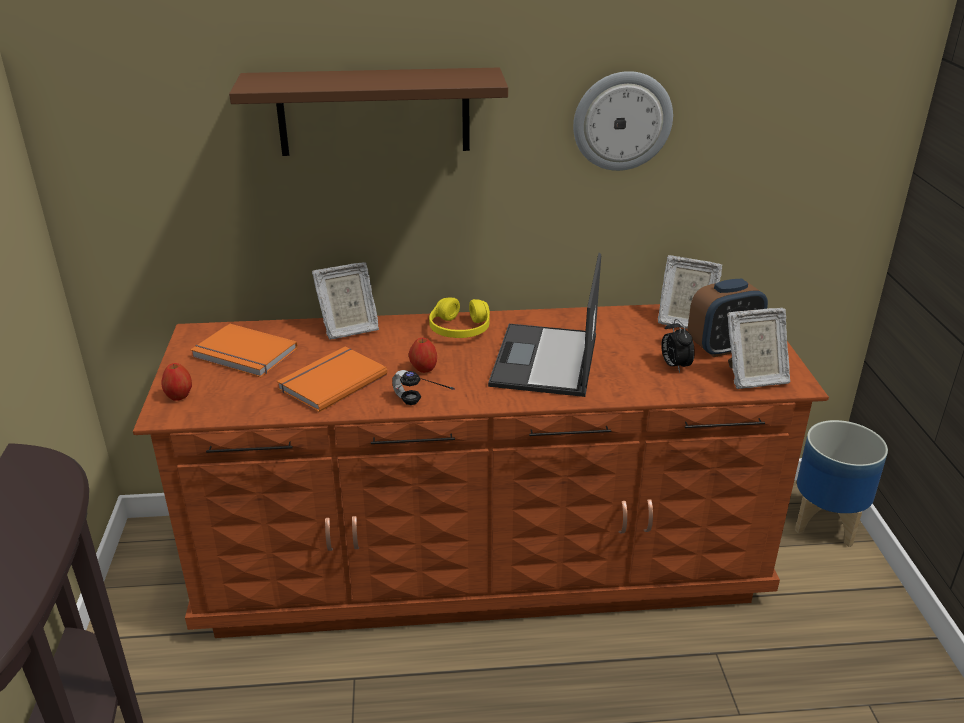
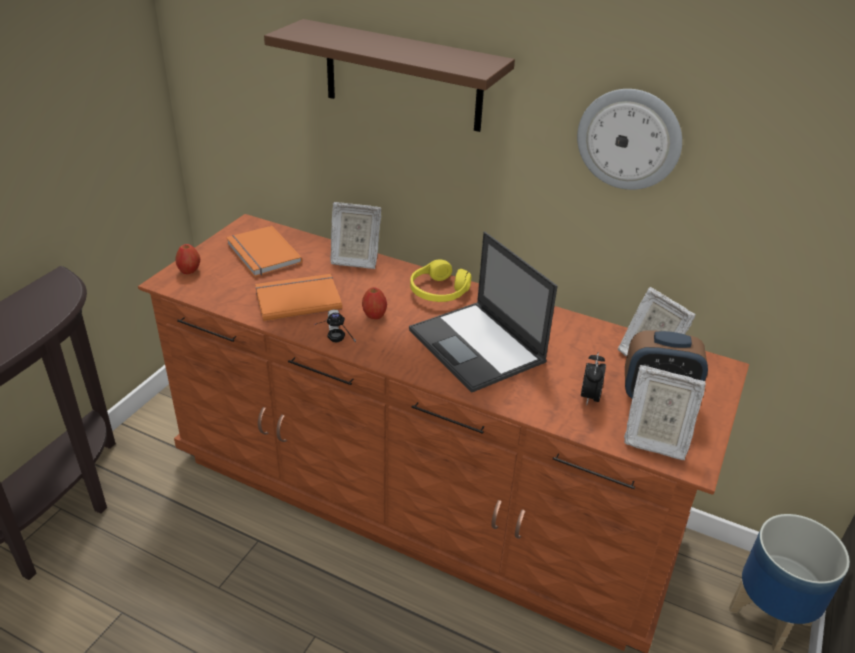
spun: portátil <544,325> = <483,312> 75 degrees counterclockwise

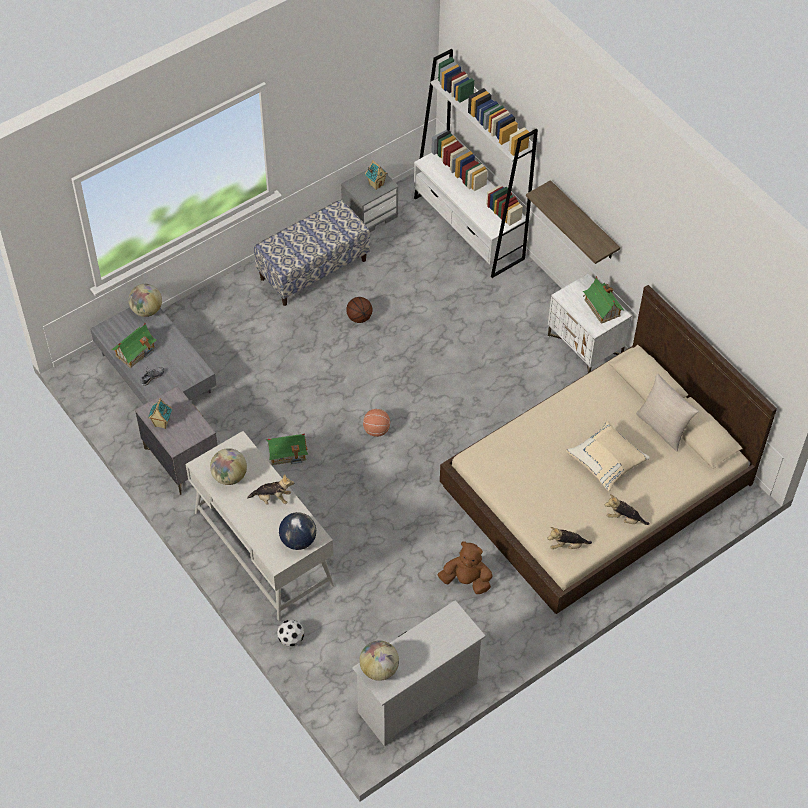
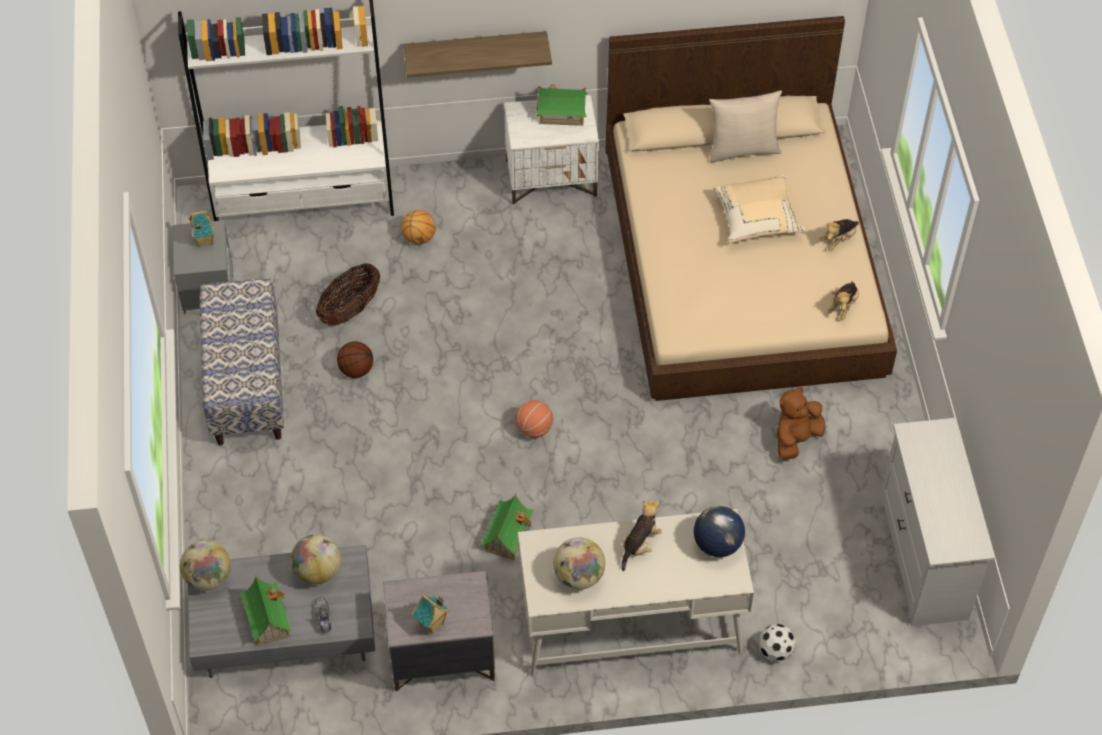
appeared: cesta <348,295>; balón de baloncesto <418,227>
relocated: globo terráqueo <379,660> to <316,559>

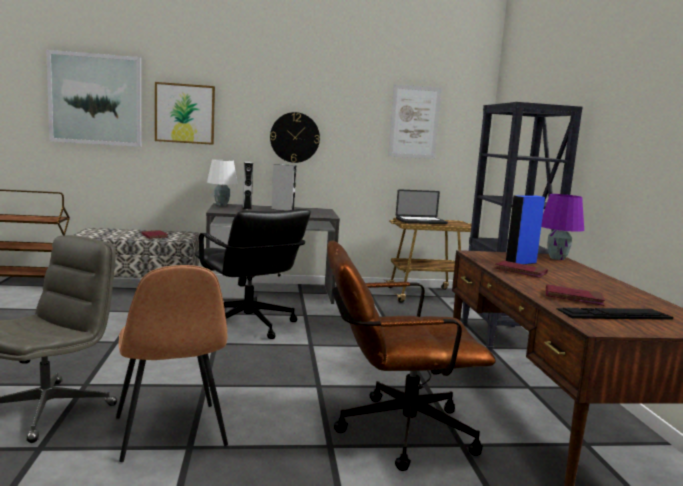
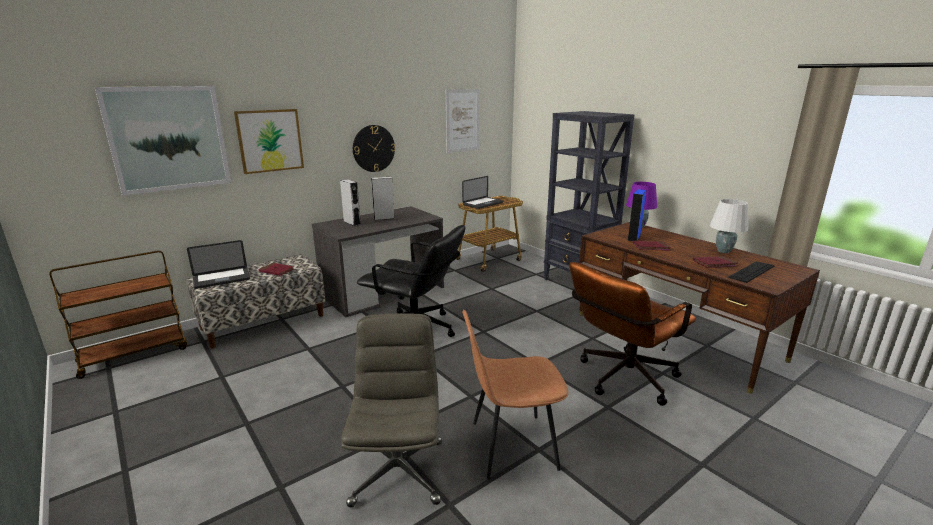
appeared: portátil <218,264>
relocated: lámpara de mesa [blanco] <222,182> to <729,226>
spun: silla [marrón] <172,363> = <515,394> 135 degrees clockwise

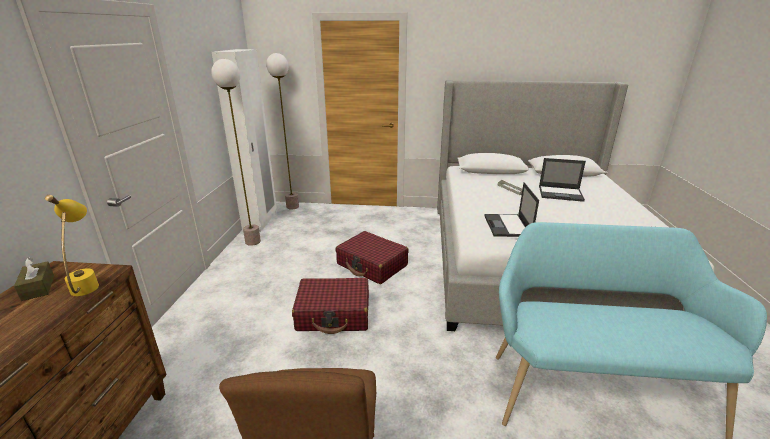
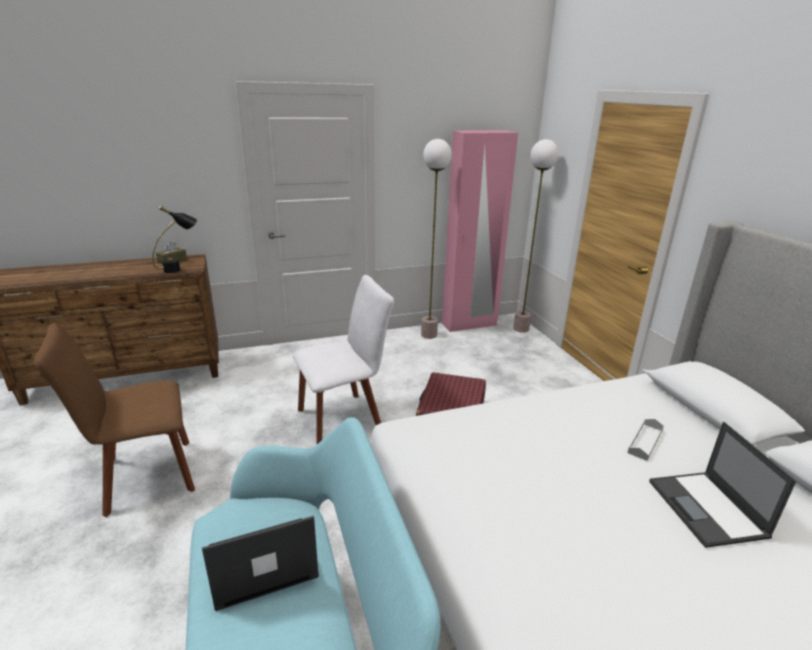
relocated: portátil <511,209> to <260,563>
exchanged: maleta [rojo] <330,306> to silla [blanco] <343,360>
colour: lámpara de mesa [amarillo] <72,245> to lámpara de mesa [negro] <174,239>; armario ropero [blanco] <244,140> to armario ropero [rosa] <480,231>

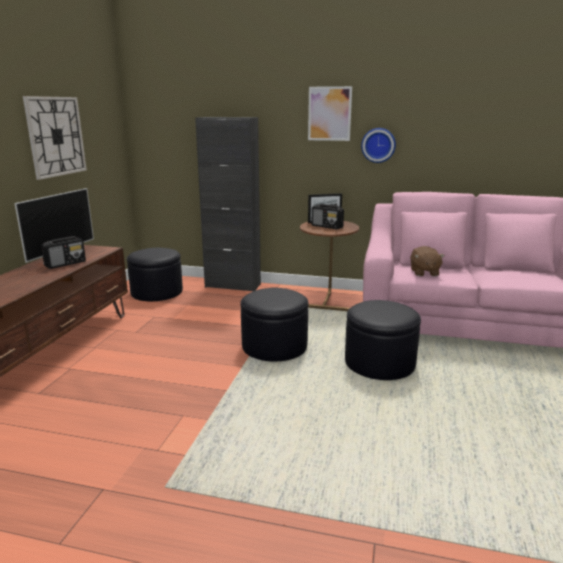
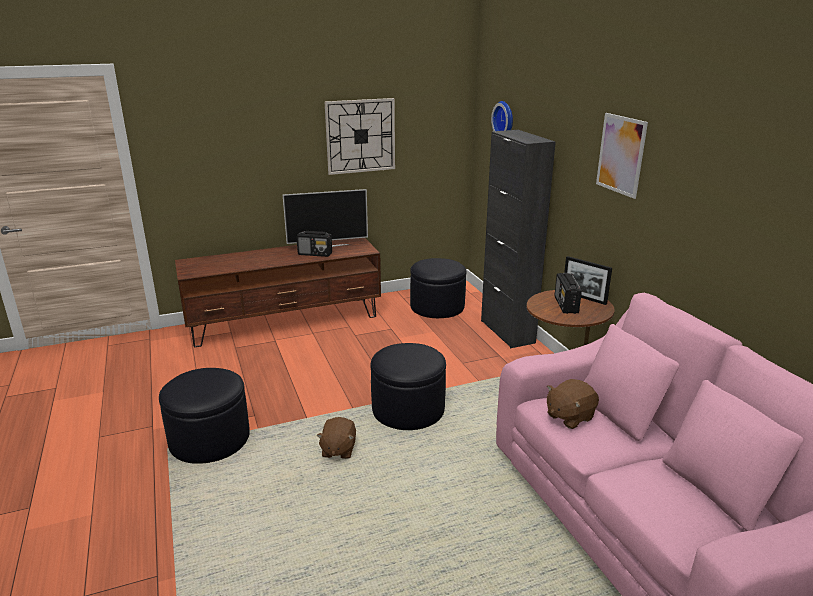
appeared: peluche [marrón] <336,438>
relocated: puf [negro] <383,340> to <204,416>; reloj de pared <378,145> to <502,116>

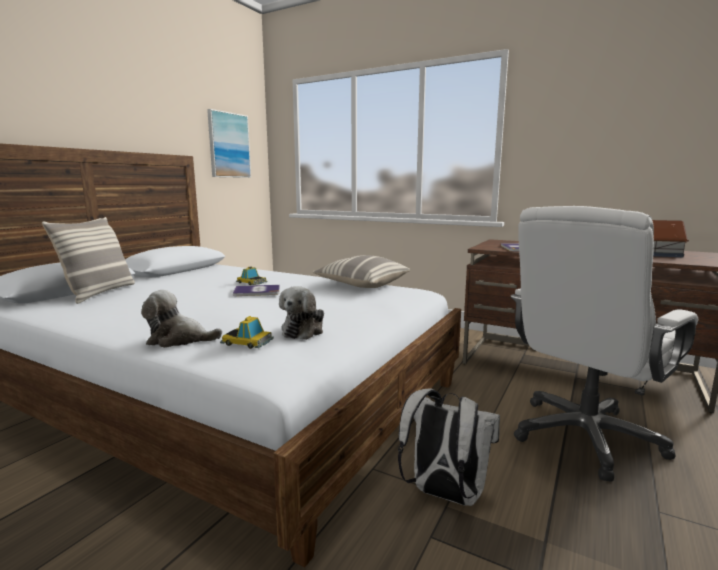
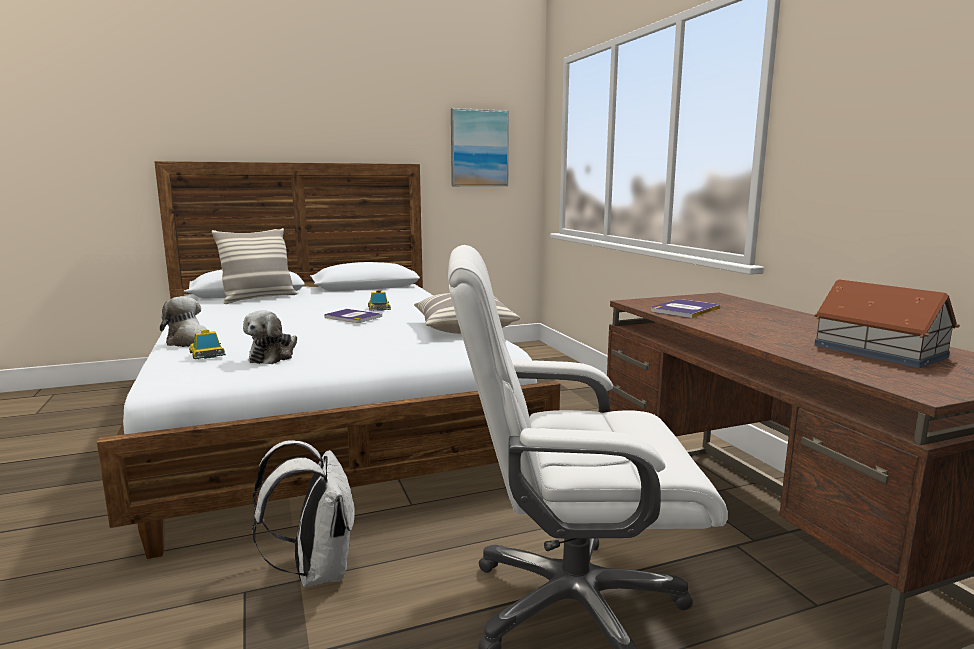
spun: peluche <301,313> = <270,337> 45 degrees counterclockwise

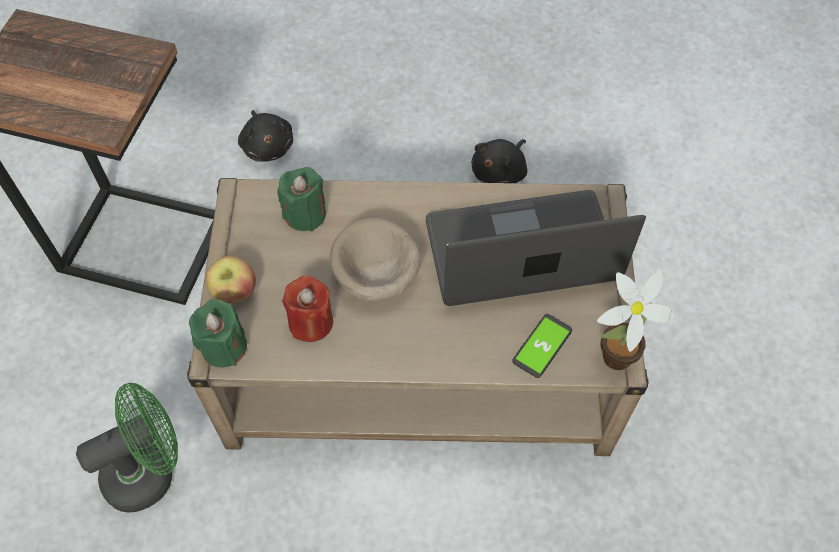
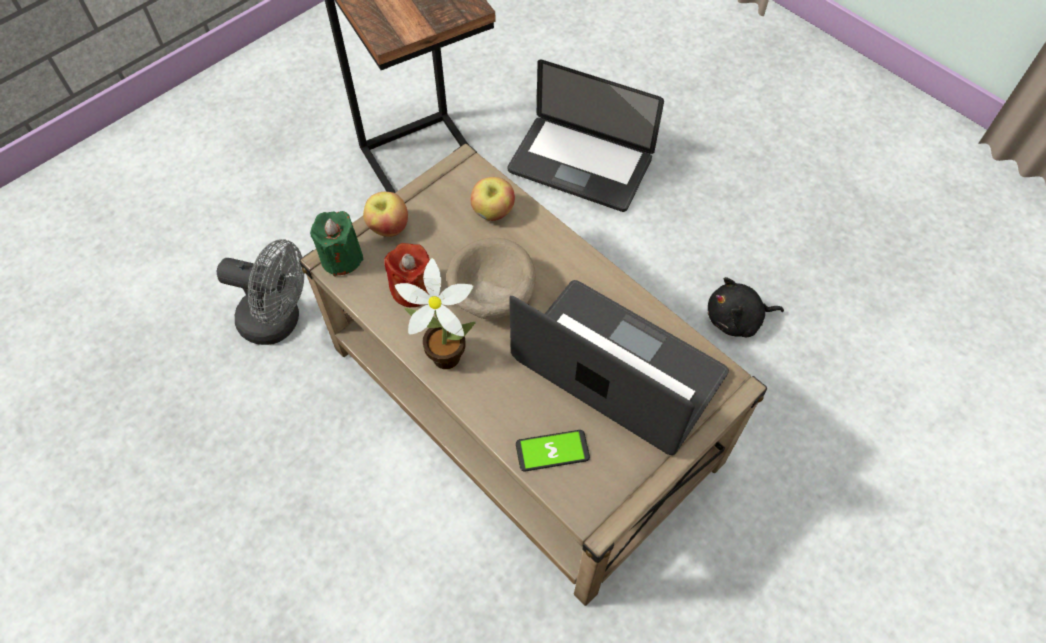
relocated: planta en maceta <636,319> to <435,313>
exchanged: vela [verde] <301,199> to manzana <493,199>; peluche [negro] <265,136> to portátil <585,136>
colour: ventilador [verde] <127,448> to ventilador [gris] <260,292>

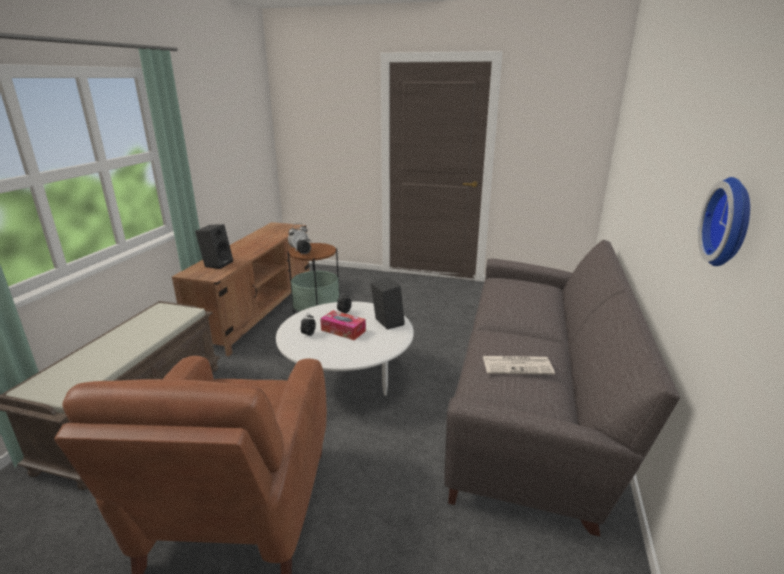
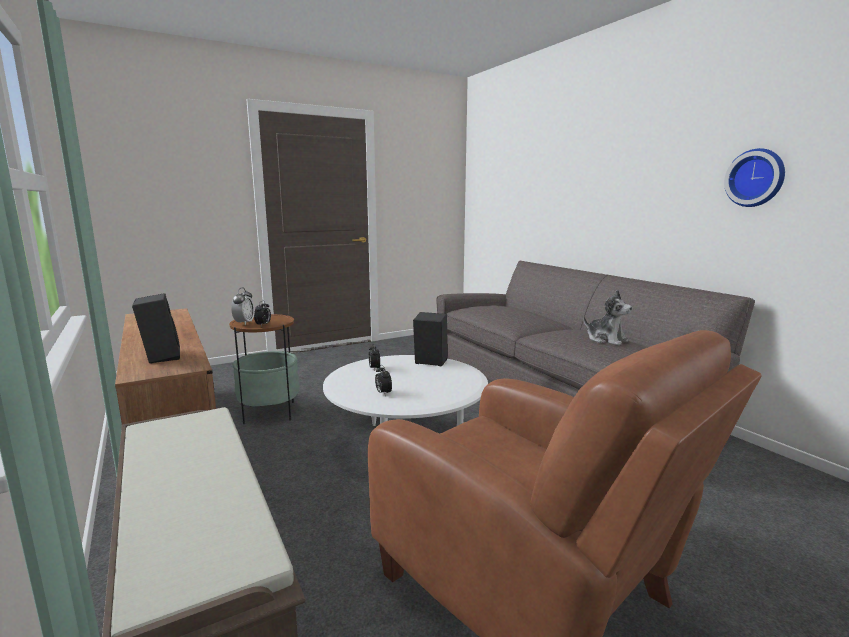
missing: caja de pañuelos <343,325>
exchanged: periódico <519,365> to peluche <607,318>

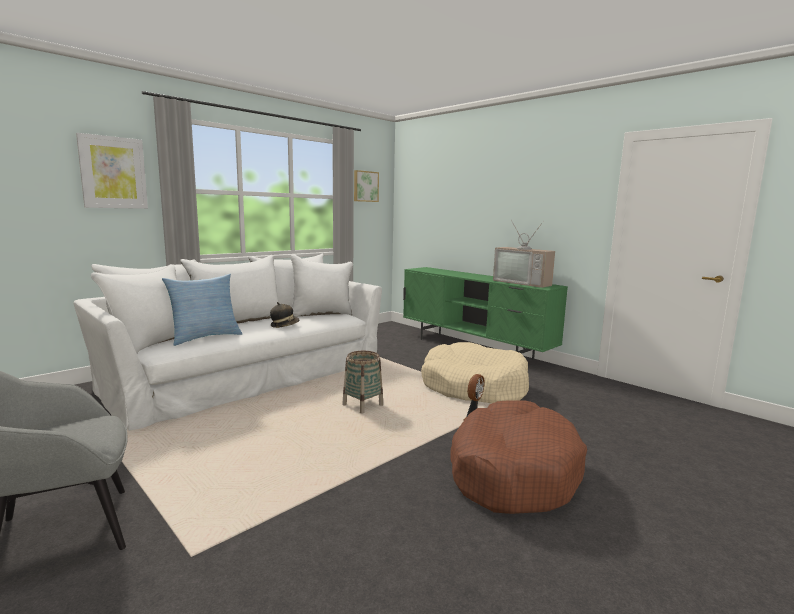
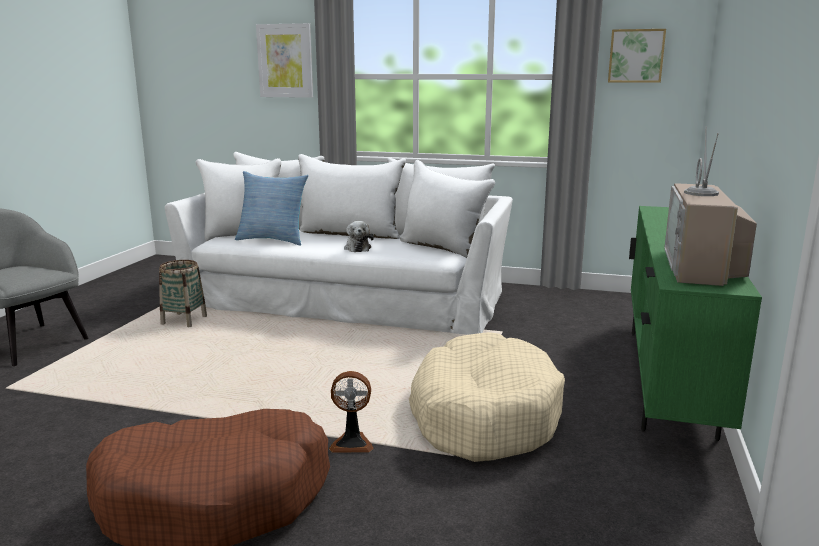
relocated: cesta <362,382> to <183,293>
exchanged: sombrero <284,315> to peluche <359,236>

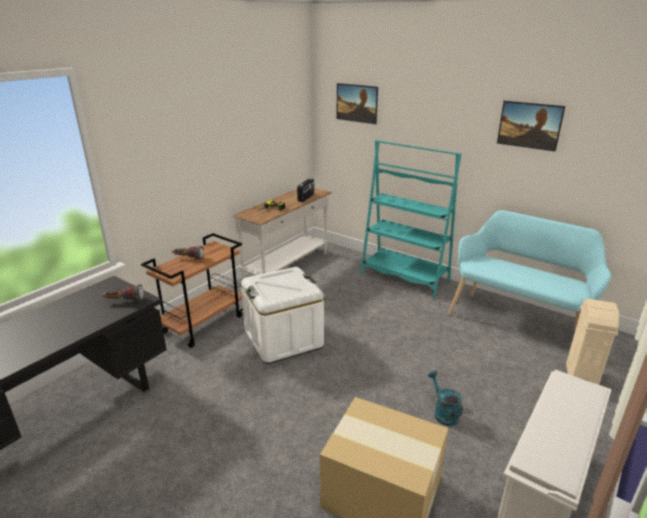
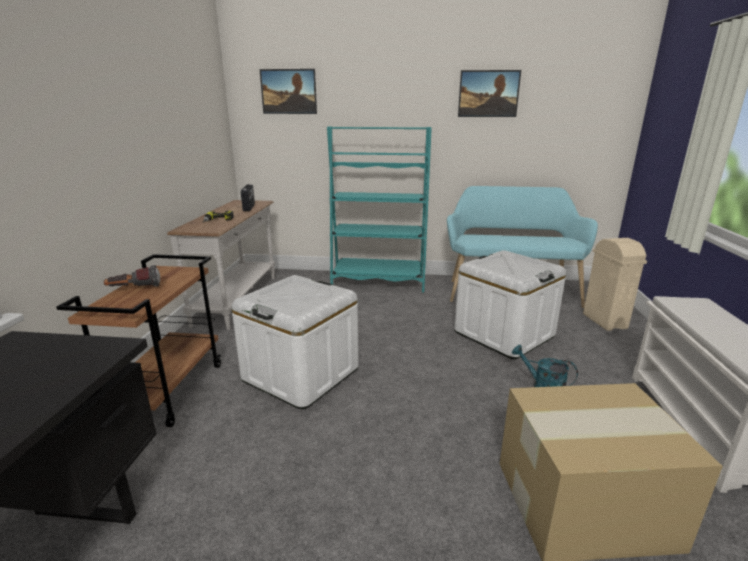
missing: linterna <123,293>
appeared: caja de almacenaje [blanco] <510,304>

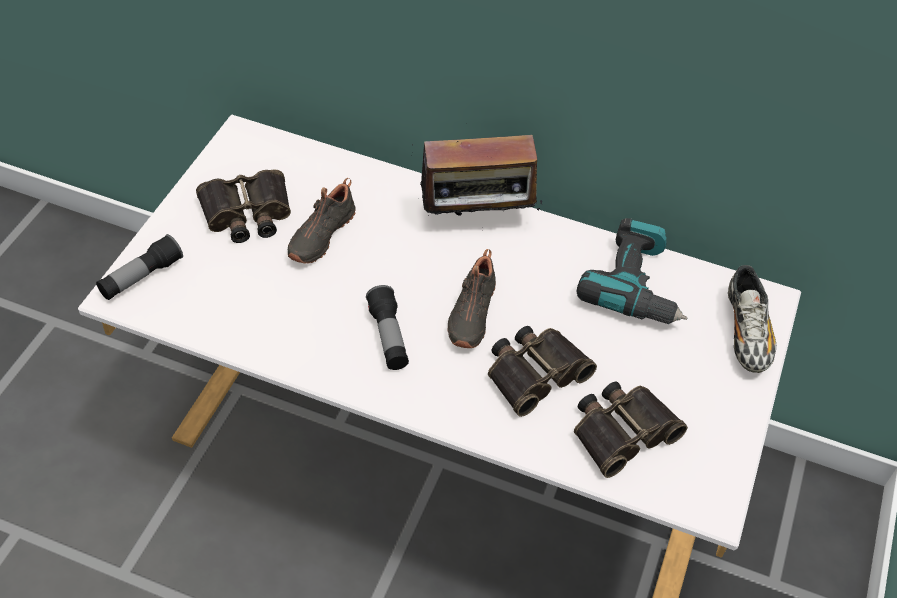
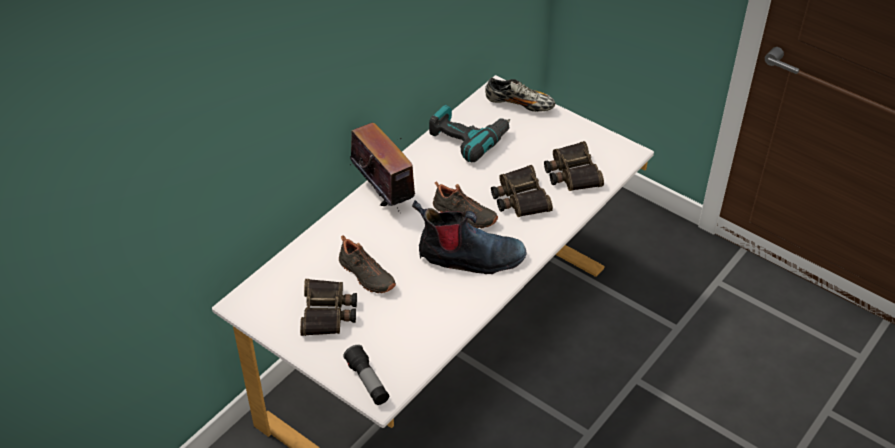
exchanged: linterna <387,327> to bota <469,237>
spun: radio <477,177> = <382,167> 45 degrees counterclockwise

